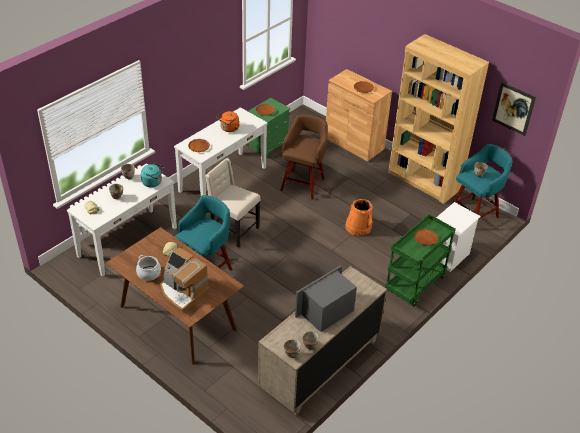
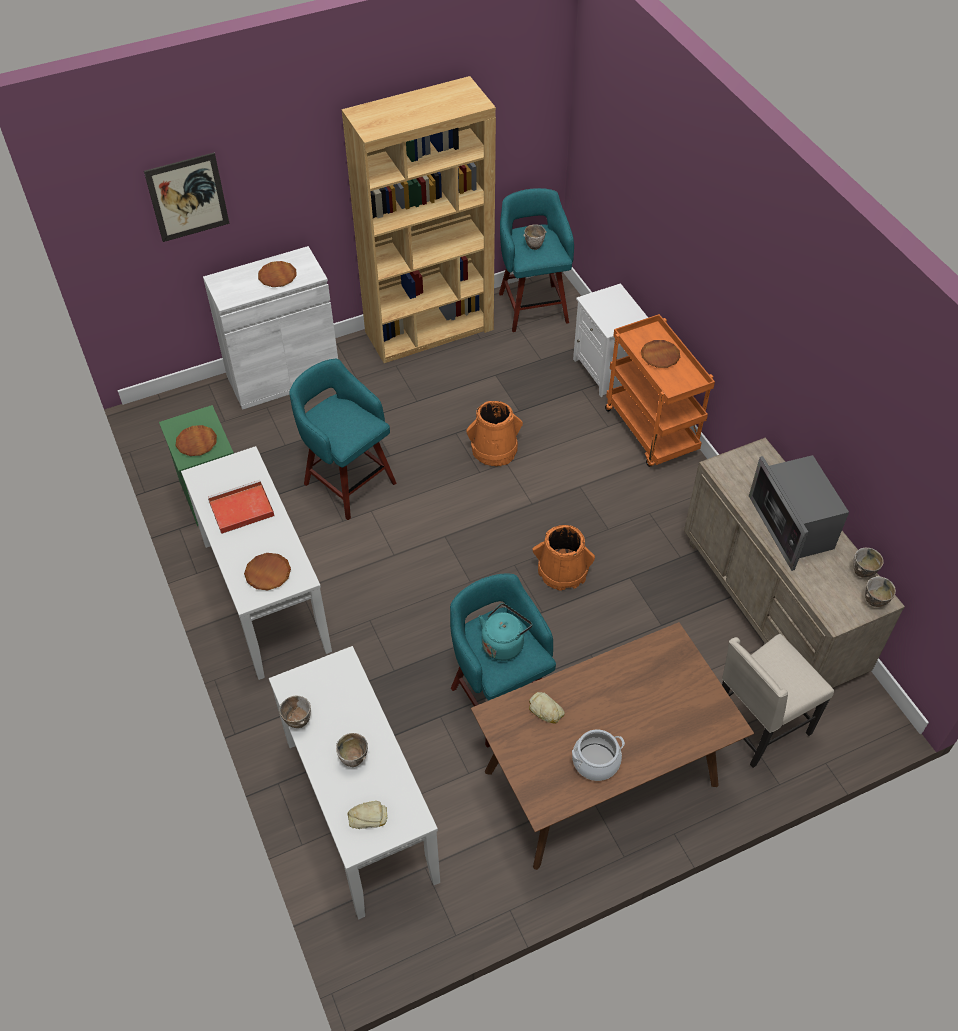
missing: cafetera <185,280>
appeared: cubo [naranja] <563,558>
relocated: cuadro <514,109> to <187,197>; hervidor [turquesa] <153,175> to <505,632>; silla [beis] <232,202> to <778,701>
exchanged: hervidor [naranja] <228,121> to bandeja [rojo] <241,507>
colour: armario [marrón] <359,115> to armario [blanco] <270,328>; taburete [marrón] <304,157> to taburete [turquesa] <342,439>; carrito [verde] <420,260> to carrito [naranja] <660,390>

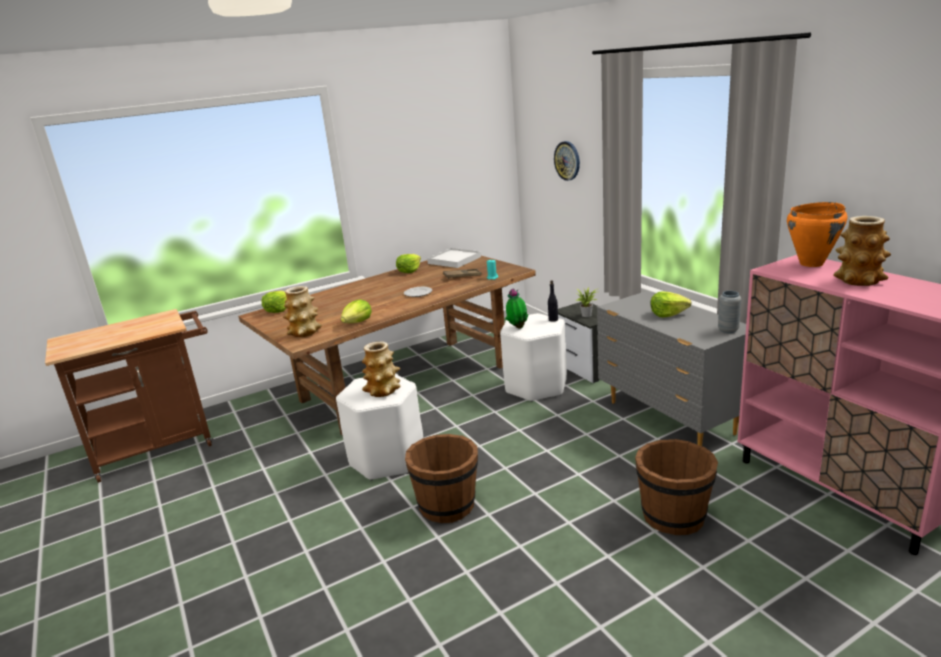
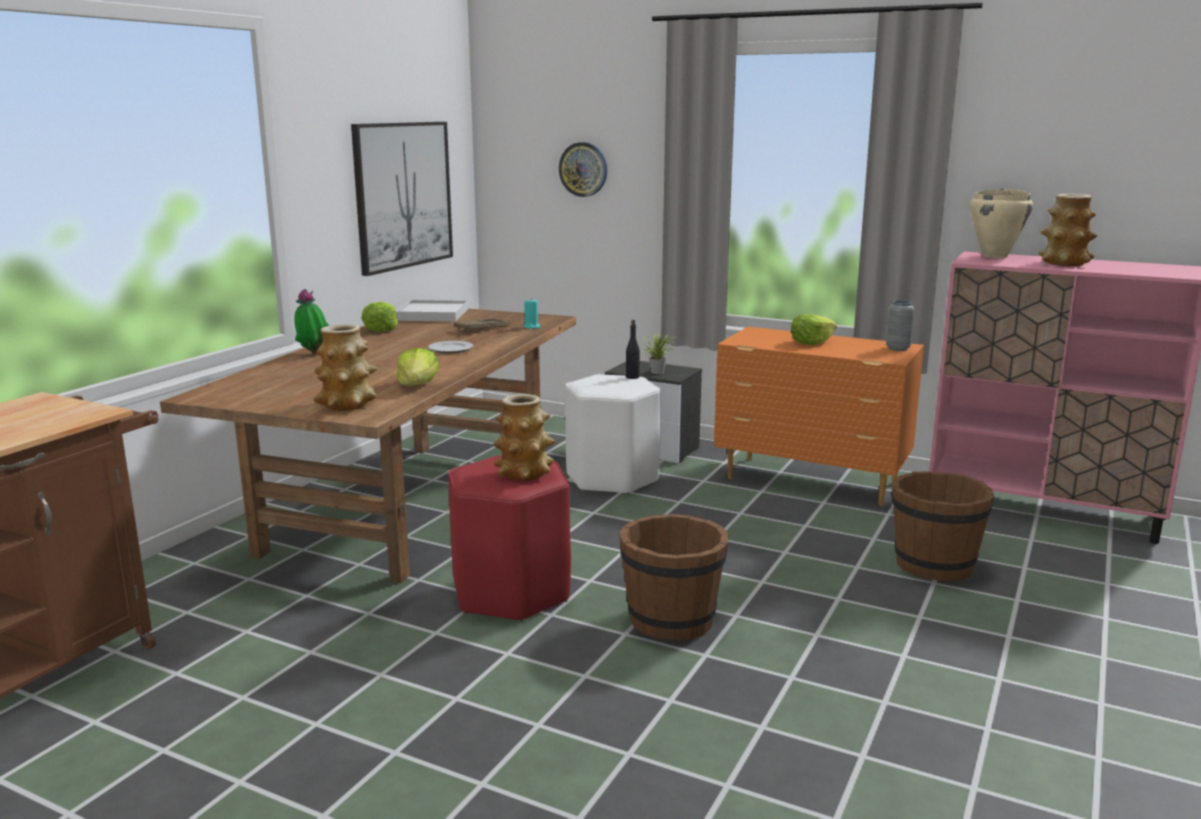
missing: lechuga <274,302>
appeared: cuadro <402,199>
relocated: planta en maceta <517,308> to <312,321>
colour: taburete [blanco] <379,427> to taburete [rojo] <509,538>; cómoda [gris] <671,368> to cómoda [naranja] <819,416>; olla [naranja] <817,234> to olla [beis] <1001,223>

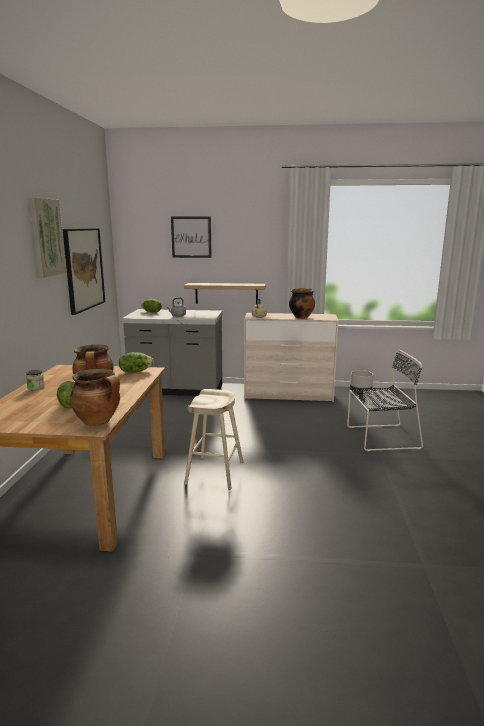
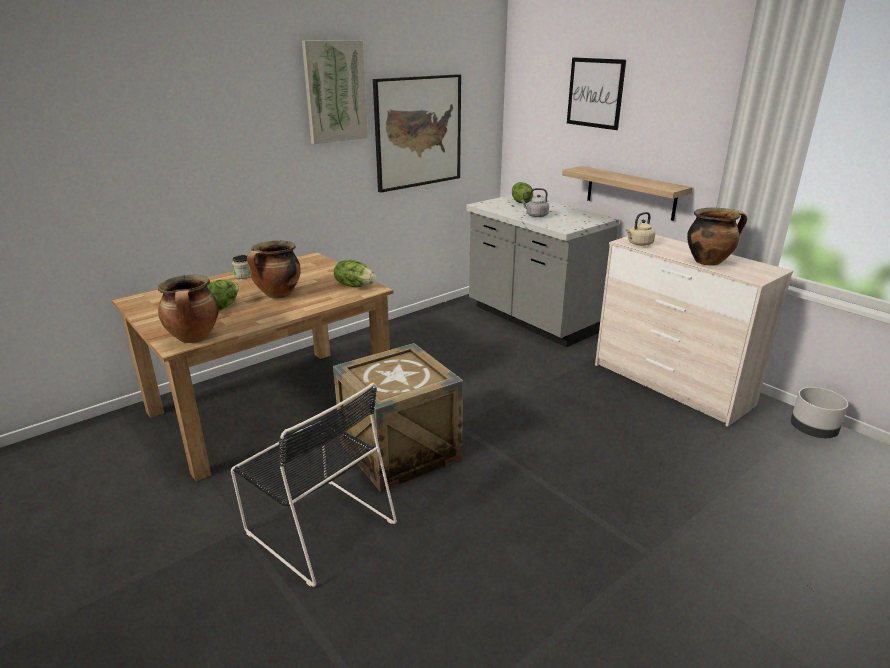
relocated: silla [negro] <385,400> to <314,485>
exchanged: taburete [beis] <213,439> to caja de embalaje <398,417>

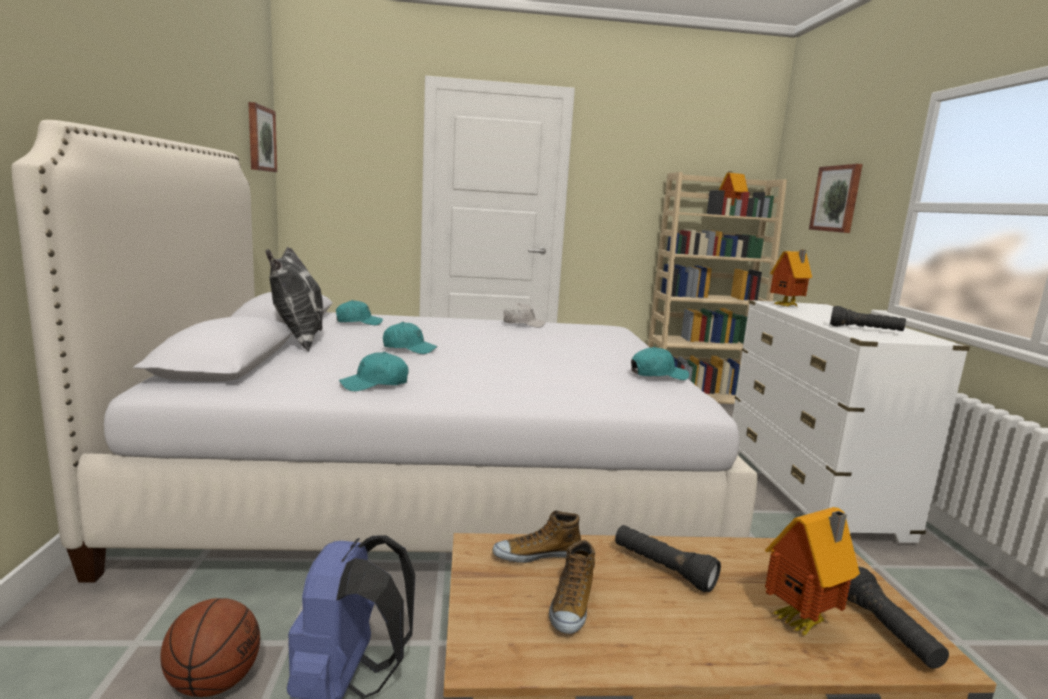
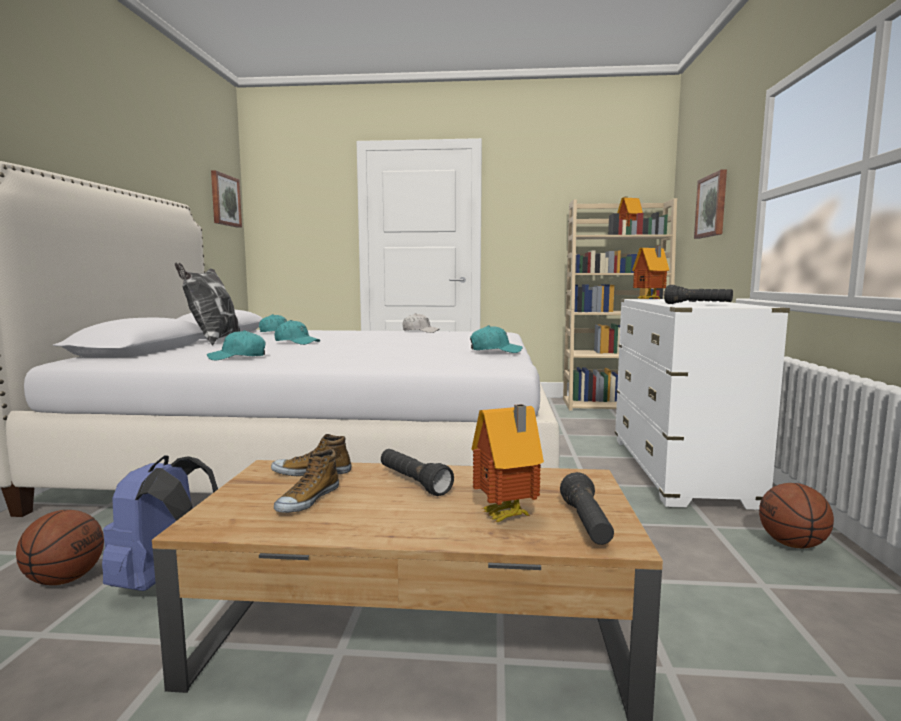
appeared: balón de baloncesto <796,515>

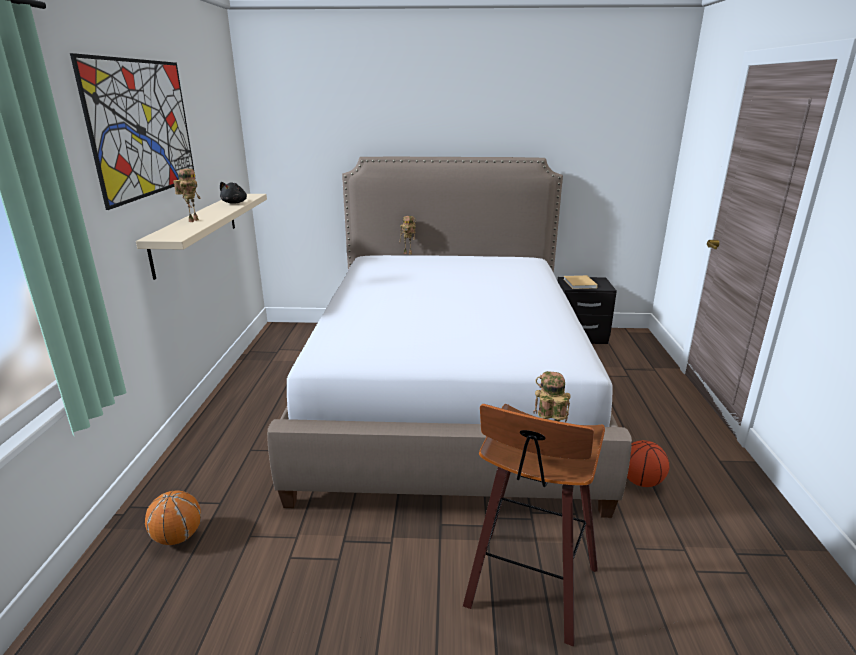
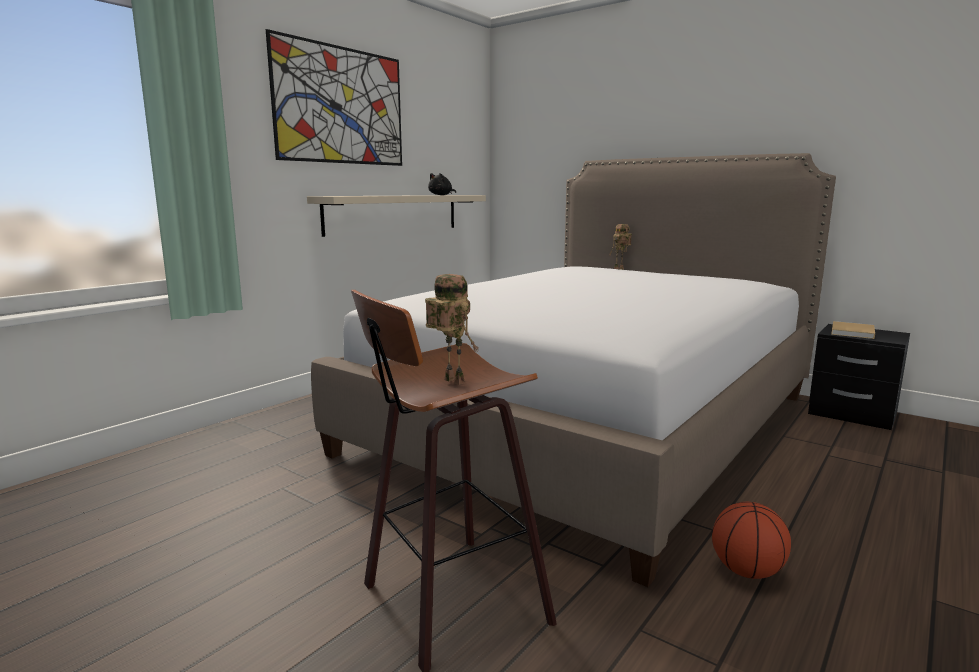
missing: balón de baloncesto <173,517>; robot de juguete <187,195>

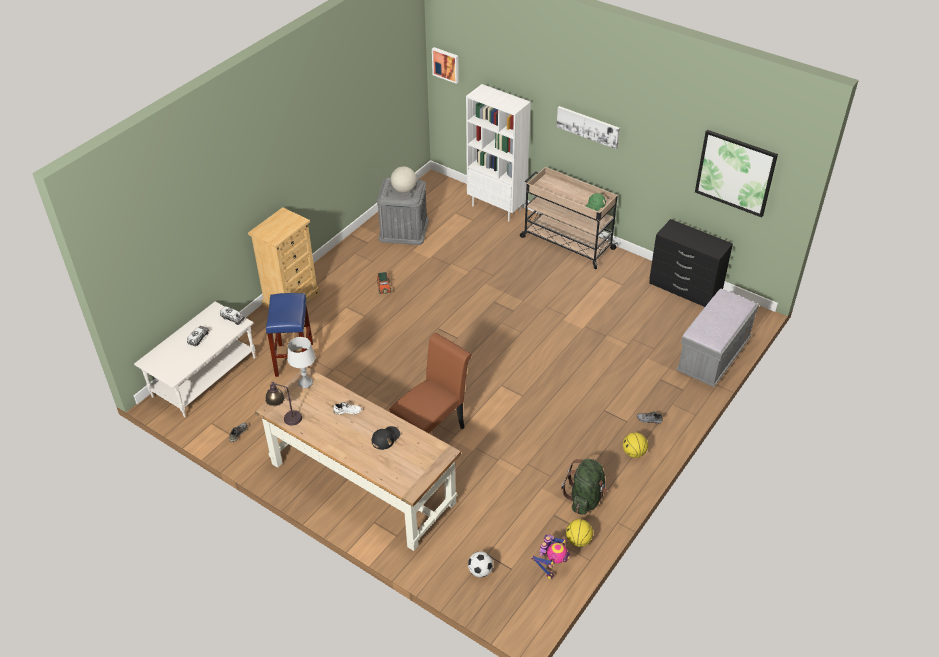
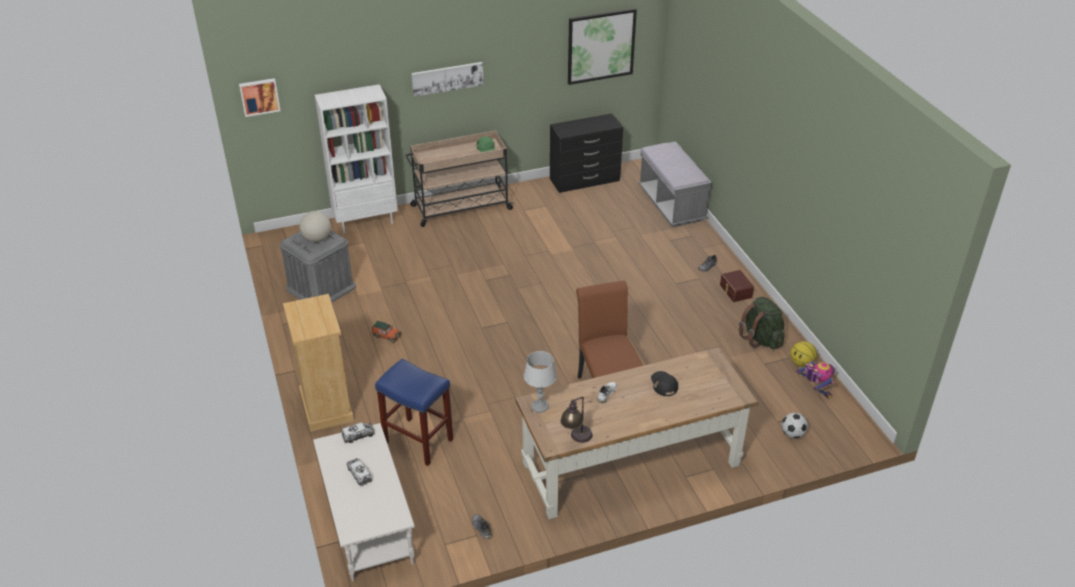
exchanged: balón de baloncesto <635,445> to caja de almacenaje [marrón] <737,286>

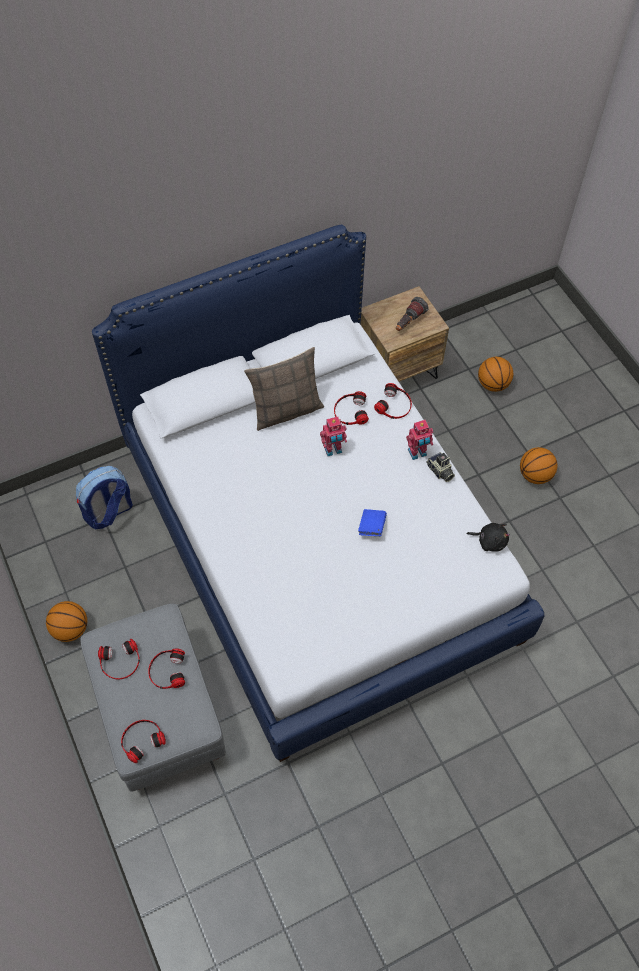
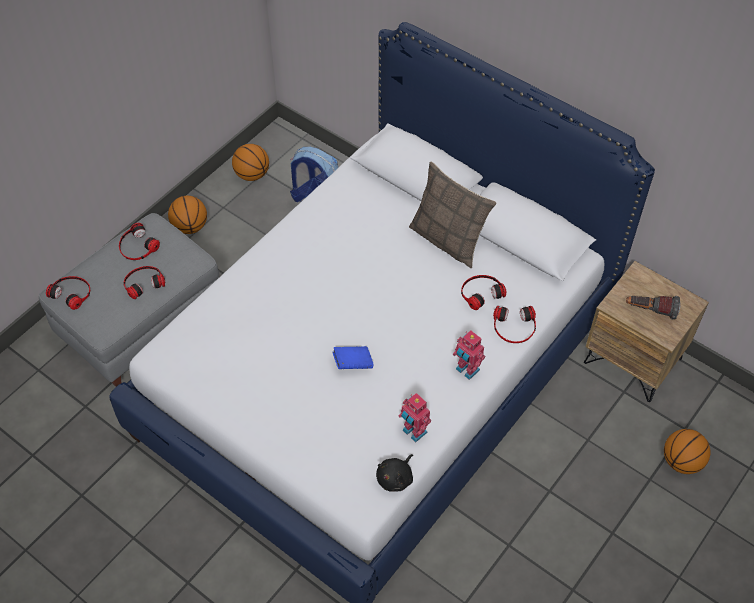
missing: cámara <440,467>
relocated: balón de baloncesto <538,465> to <250,162>; robot de juguete <333,436> to <415,418>
spun: peluche [negro] <488,537> = <394,473> 45 degrees clockwise

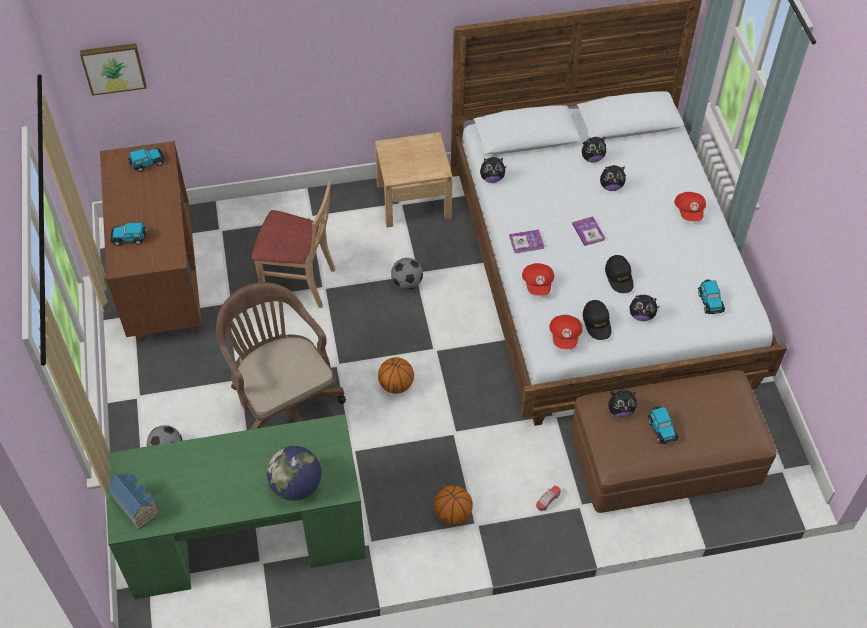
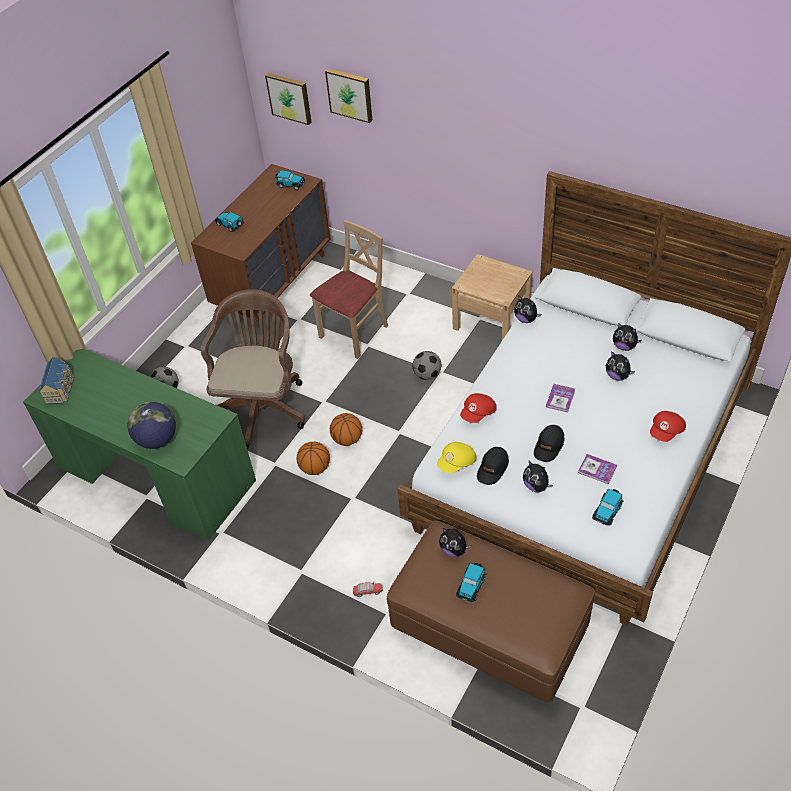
appeared: cuadro <348,95>
relocated: balón de baloncesto <453,505> to <313,458>; libro <527,241> to <597,469>
colour: gorra [rojo] <566,332> to gorra [amarillo] <456,457>
spun: silla [beis] <293,244> = <349,289> 105 degrees counterclockwise

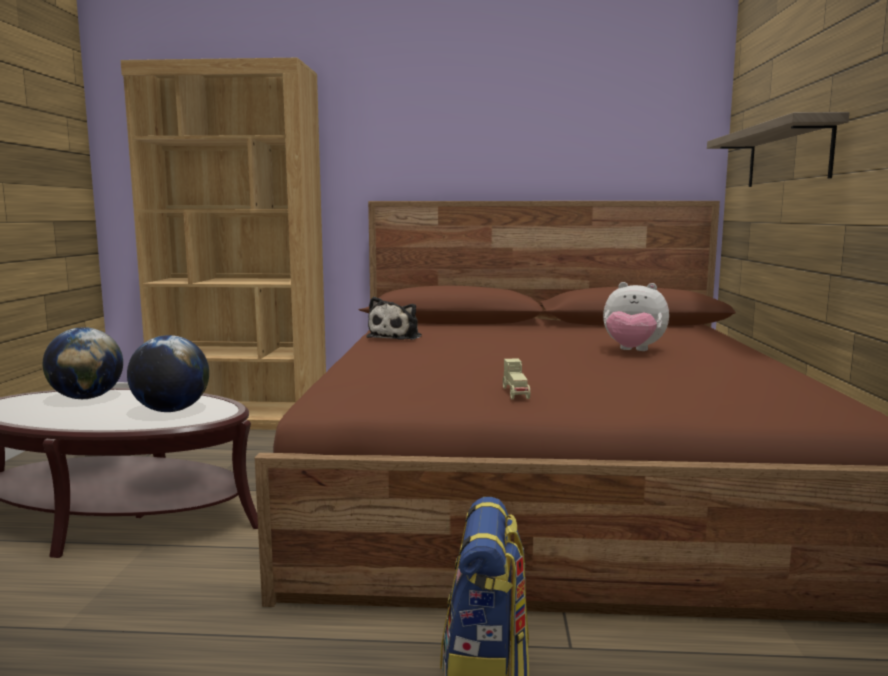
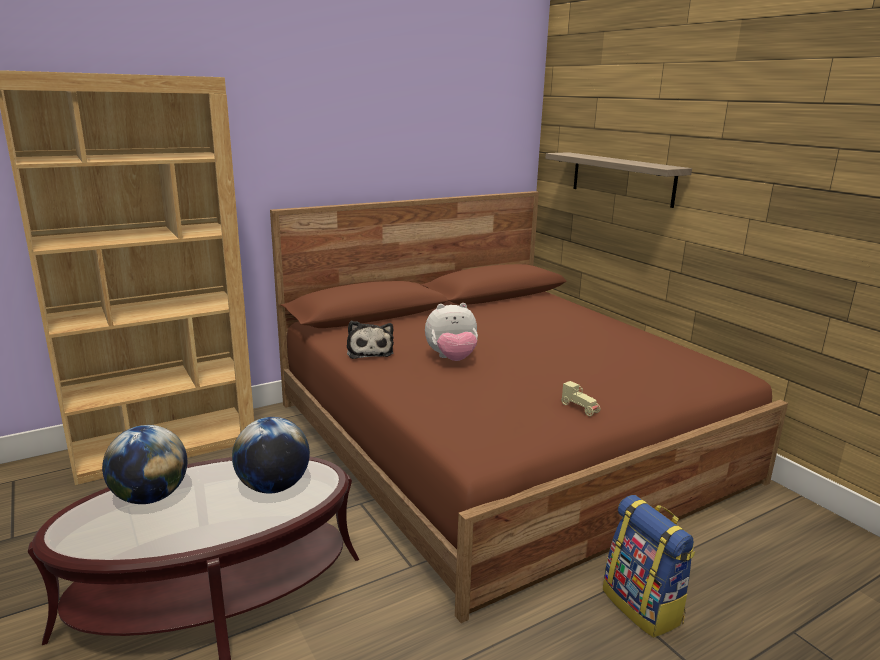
relocated: peluche <636,316> to <451,332>

